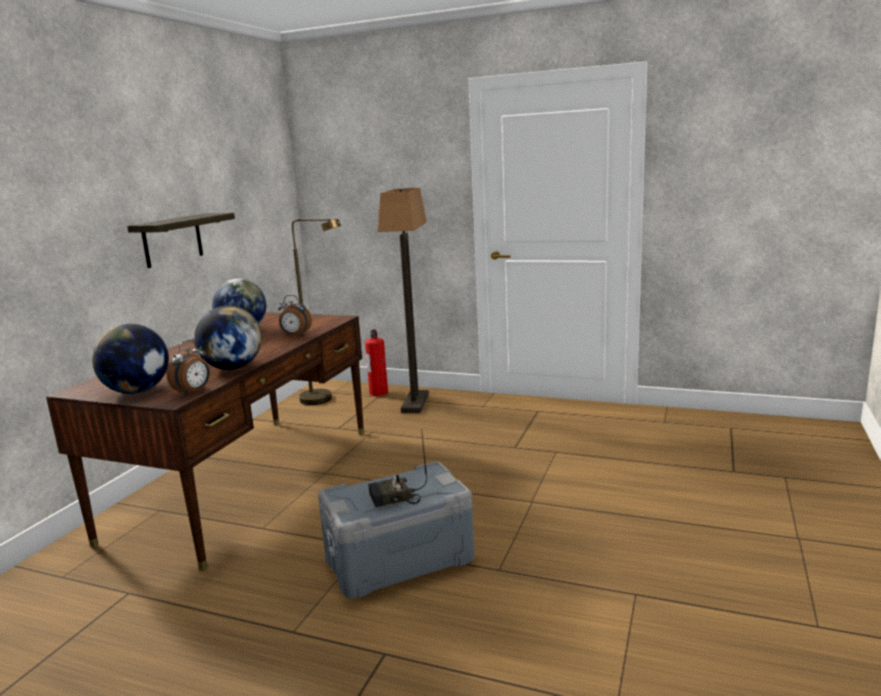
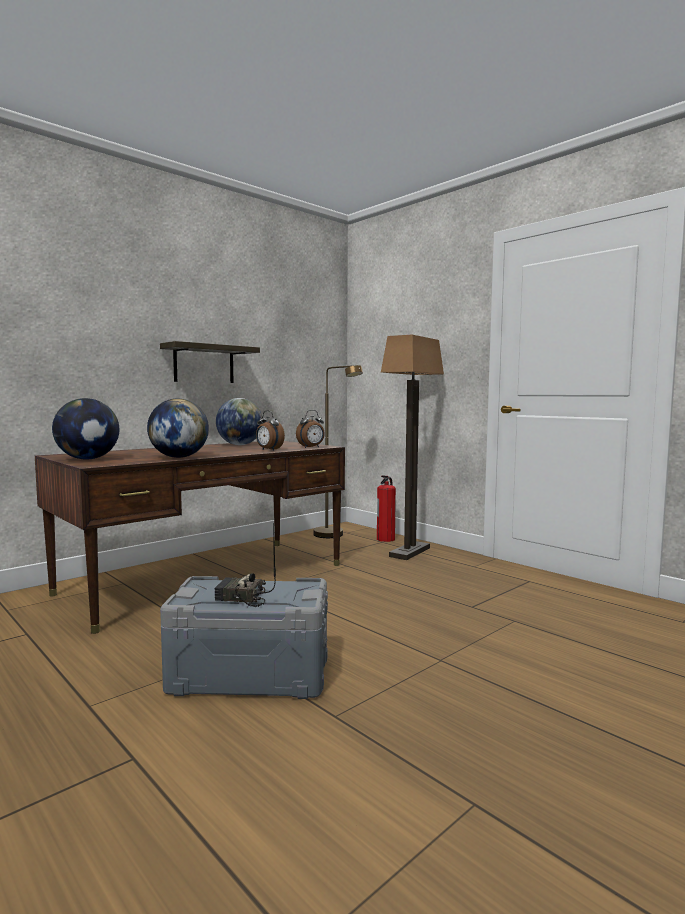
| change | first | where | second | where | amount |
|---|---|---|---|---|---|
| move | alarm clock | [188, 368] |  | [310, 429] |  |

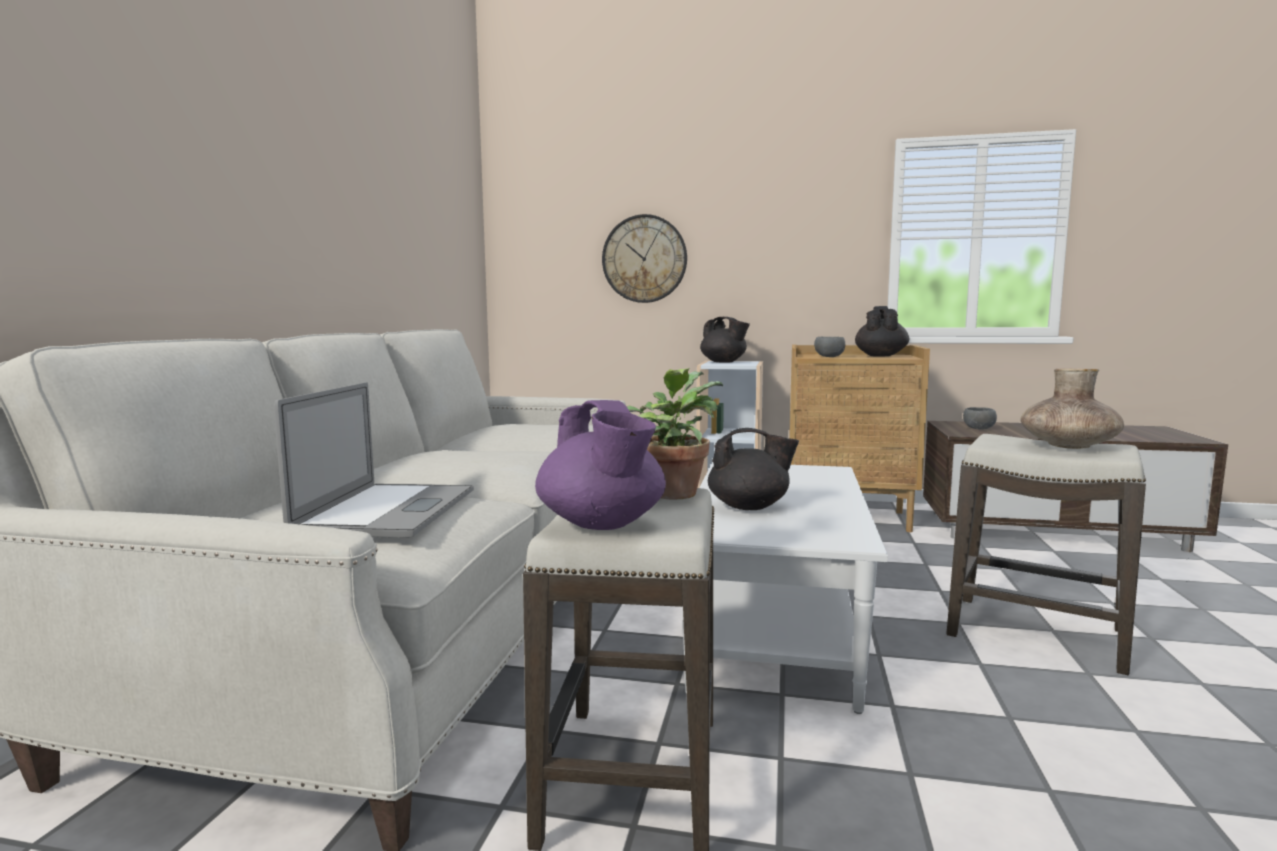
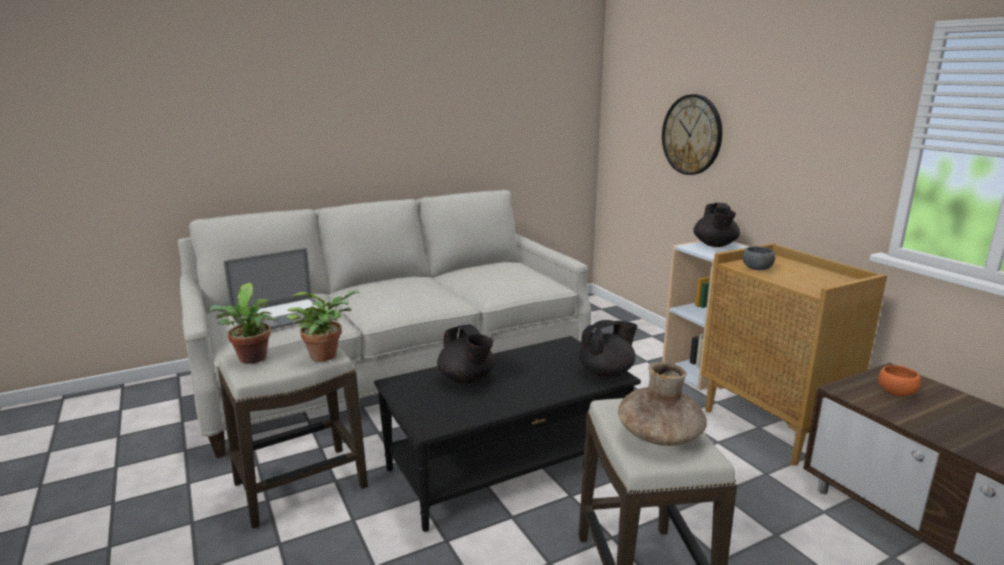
| change | first | where | second | where | amount |
|---|---|---|---|---|---|
| move | black teapot | [882, 331] |  | [607, 348] |  |
| replace | purple teapot | [600, 465] | potted plant | [242, 323] |  |
| recolor | white coffee table | [785, 588] | black coffee table | [507, 434] |  |
| recolor | grey bowl | [980, 418] | orange bowl | [899, 381] |  |

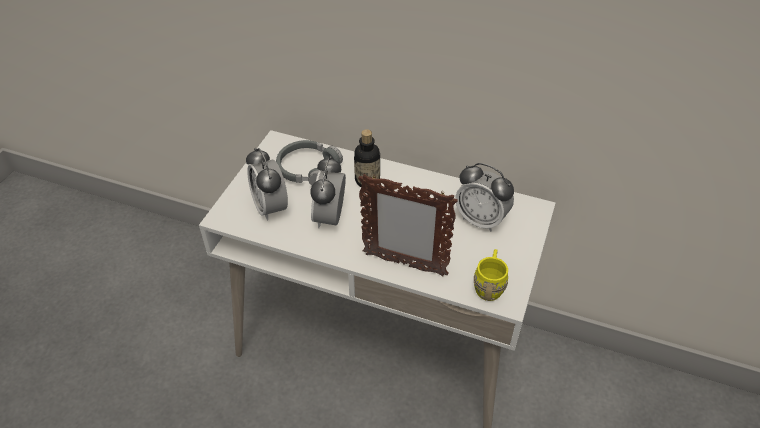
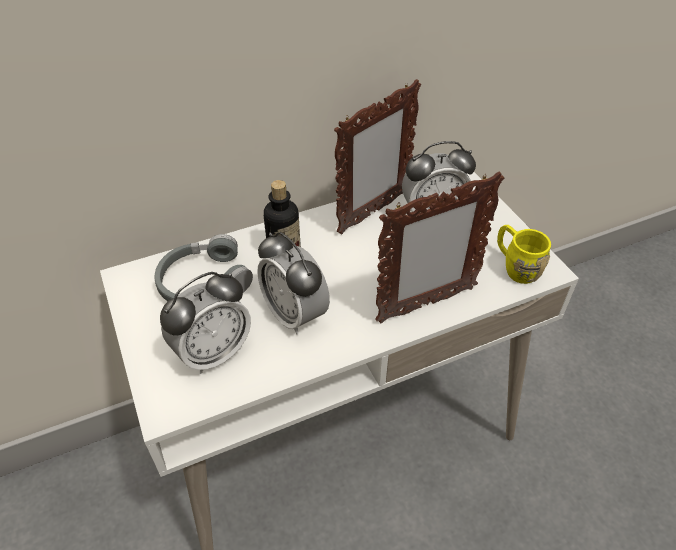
| change | first | where | second | where | amount |
|---|---|---|---|---|---|
| insert |  |  | picture frame | [377, 157] |  |
| rotate | alarm clock | [267, 184] |  | [205, 323] | 60 degrees counterclockwise |

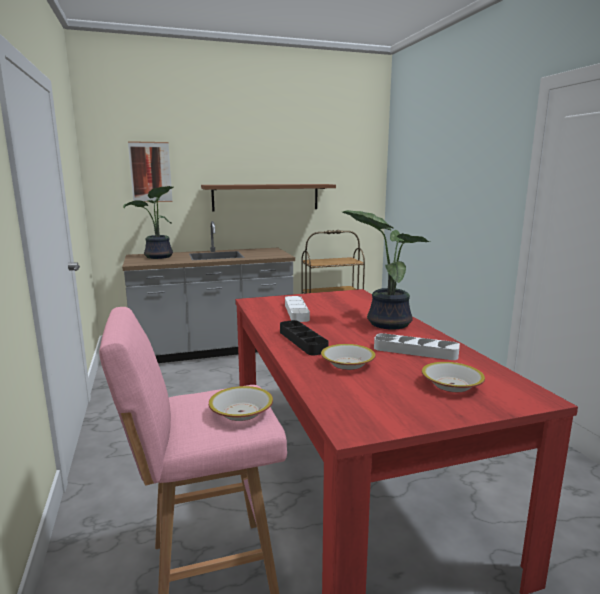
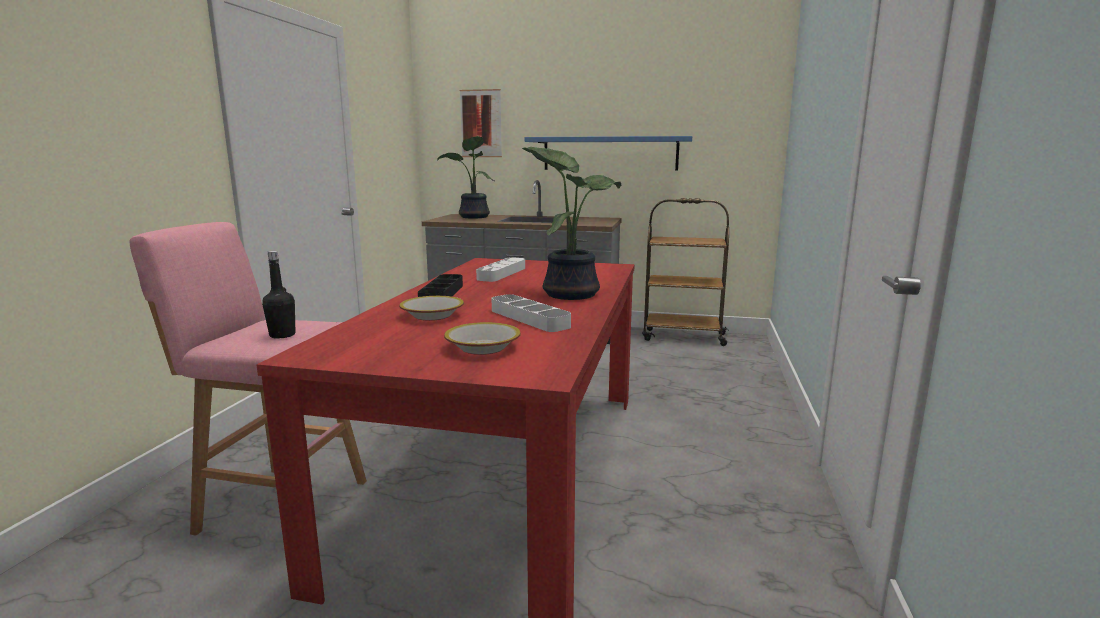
| change | first | where | second | where | amount |
|---|---|---|---|---|---|
| replace | bowl | [241, 403] | black bottle | [278, 295] |  |
| recolor | brown shelf | [268, 198] | blue shelf | [608, 153] |  |

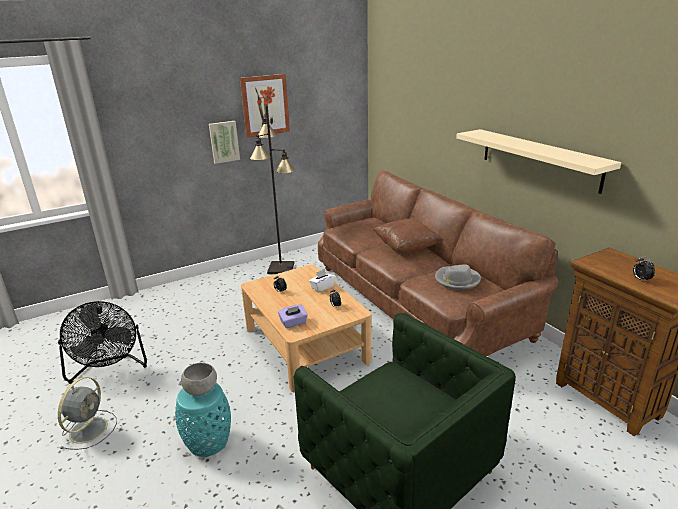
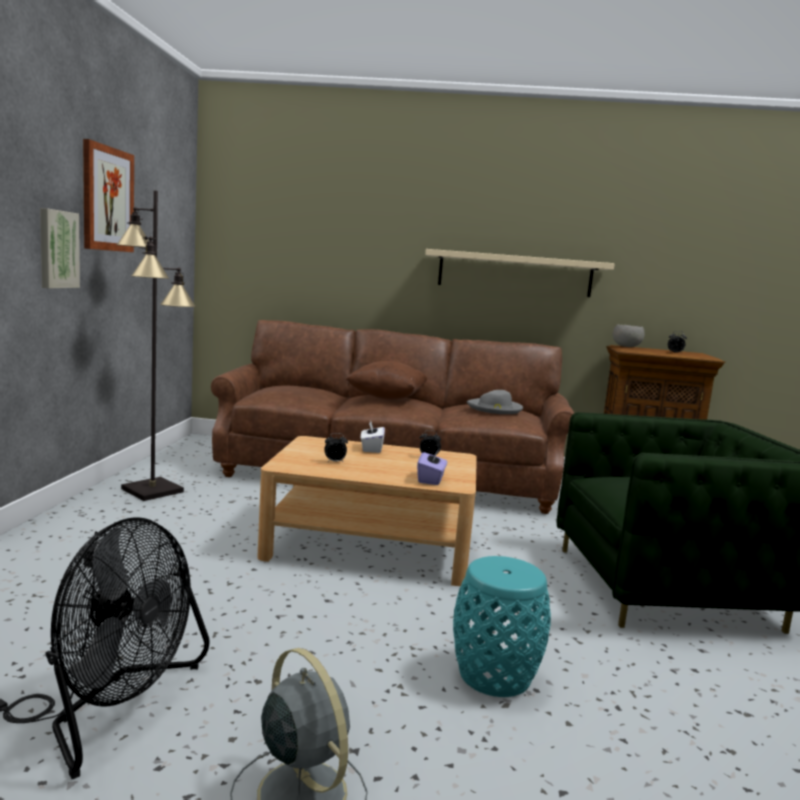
| change | first | where | second | where | amount |
|---|---|---|---|---|---|
| move | grey bowl | [199, 379] |  | [629, 335] |  |

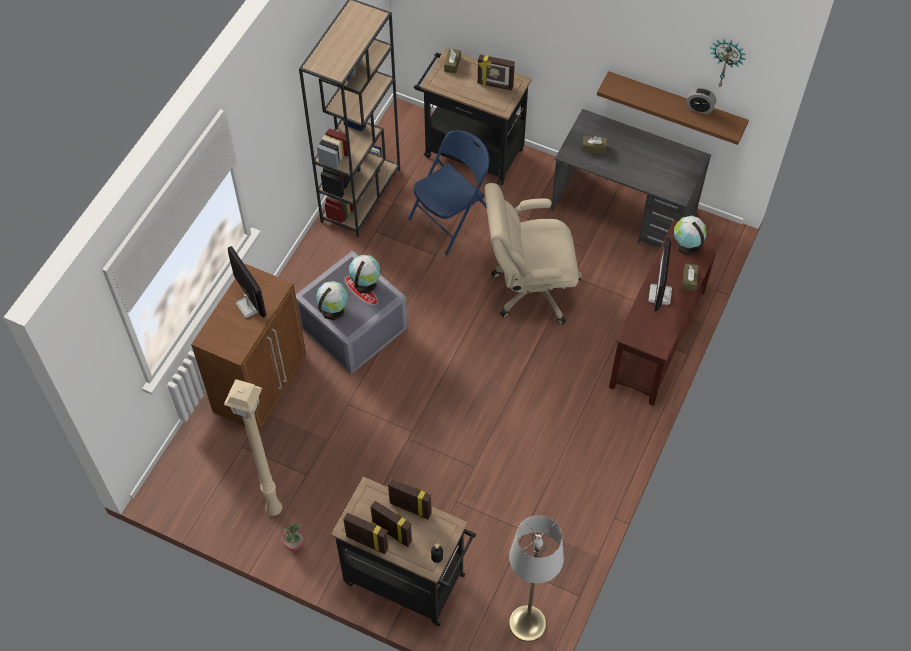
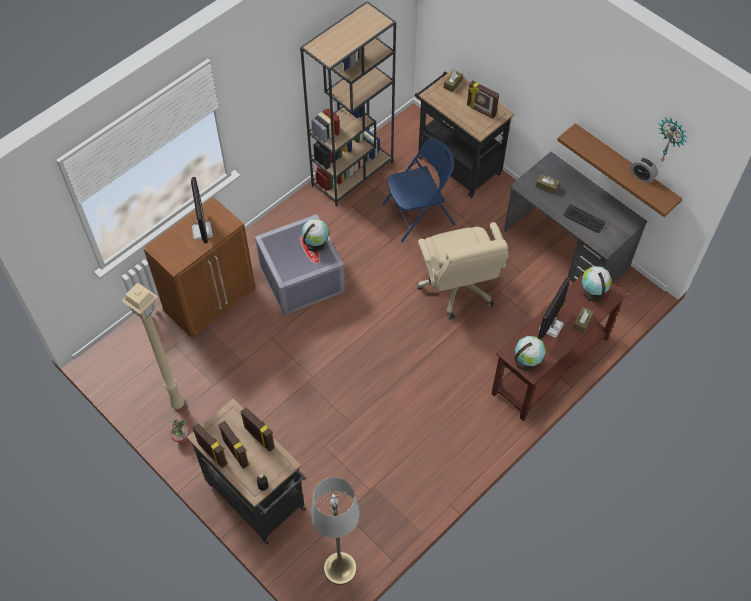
| change | first | where | second | where | amount |
|---|---|---|---|---|---|
| insert |  |  | keyboard | [585, 218] |  |
| move | globe | [332, 300] |  | [530, 354] |  |
| rotate | beige office chair | [533, 254] |  | [463, 271] | 120 degrees counterclockwise |

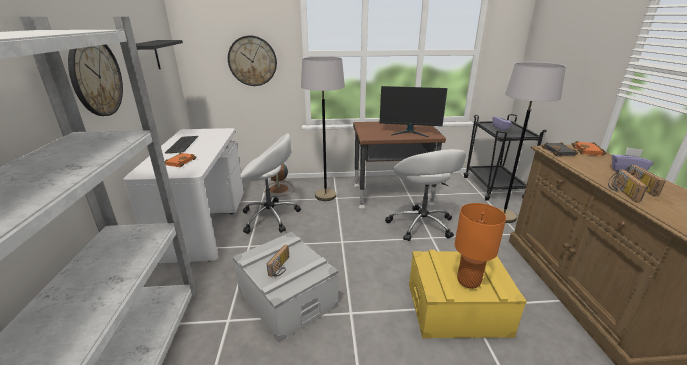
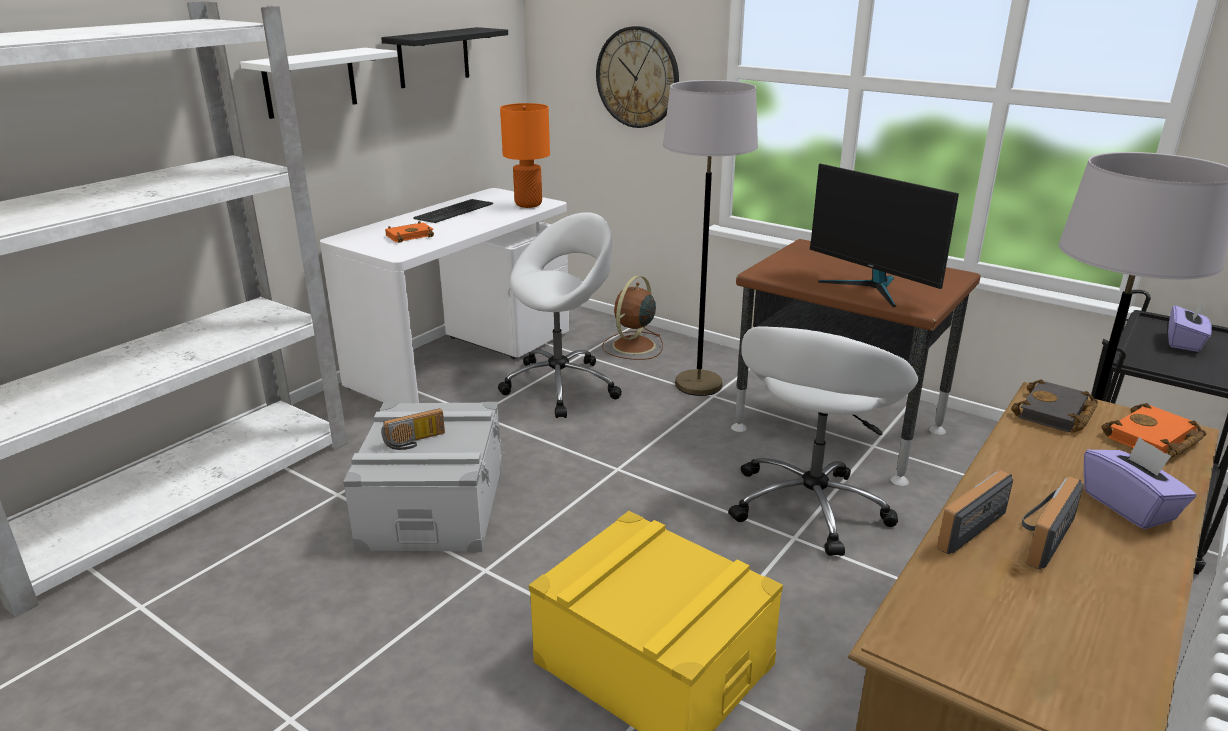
| change | first | where | second | where | amount |
|---|---|---|---|---|---|
| move | orange table lamp | [480, 246] |  | [525, 155] |  |
| replace | wall clock | [95, 80] | white shelf | [318, 83] |  |
| rotate | white office chair | [270, 183] |  | [560, 315] | 75 degrees counterclockwise |

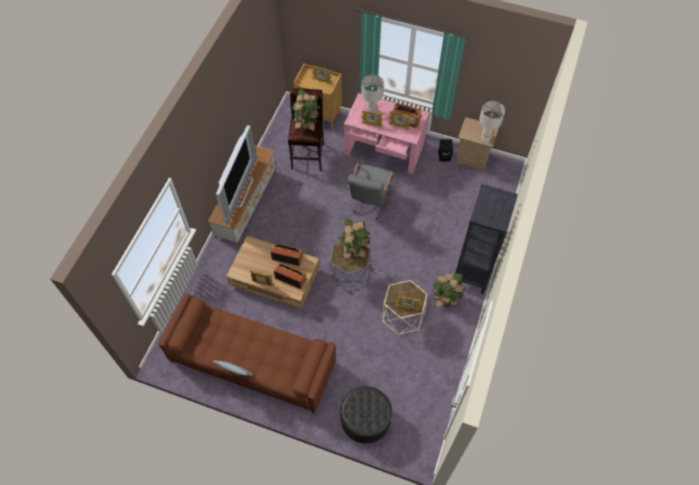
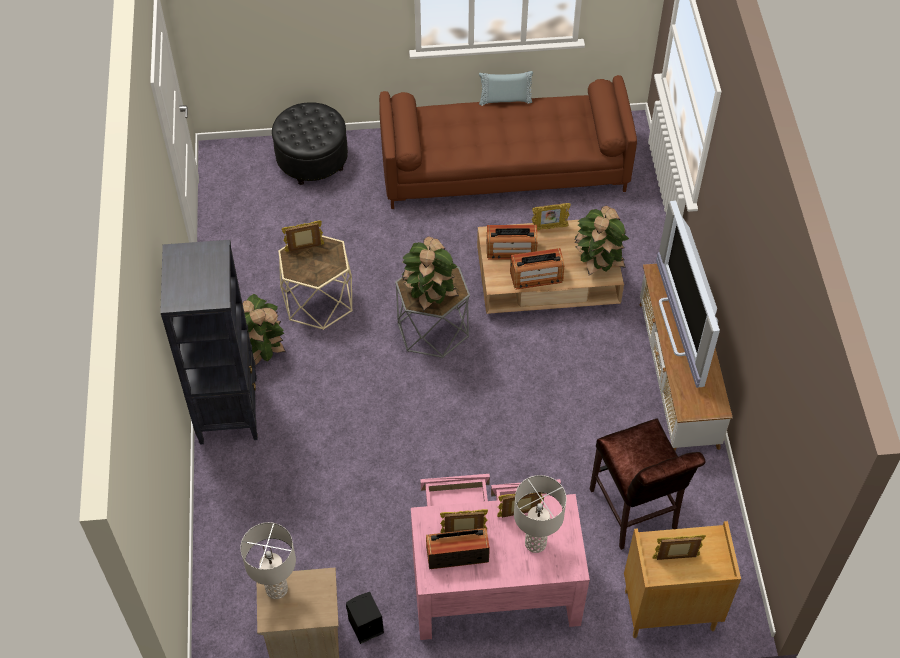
| change | first | where | second | where | amount |
|---|---|---|---|---|---|
| delete | grey office chair | [370, 191] |  |  |  |
| move | potted plant | [306, 110] |  | [601, 240] |  |

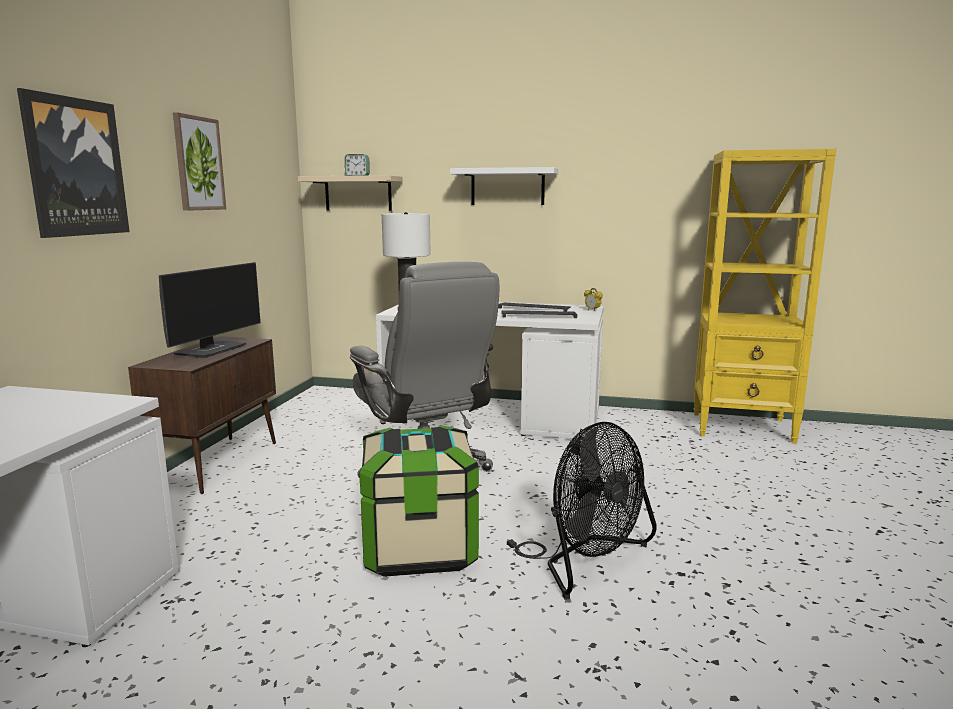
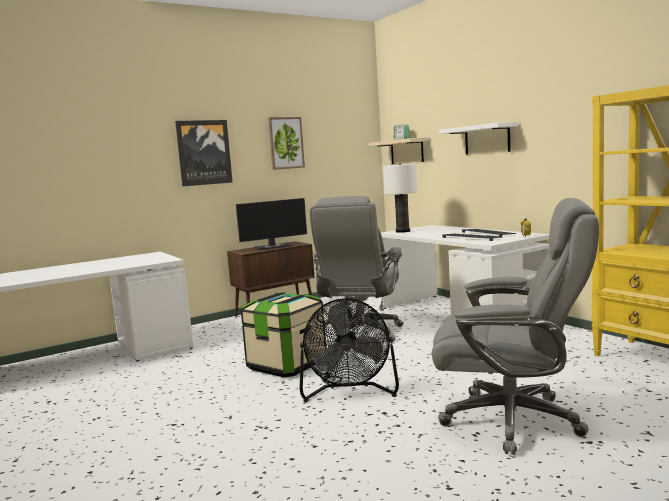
| change | first | where | second | where | amount |
|---|---|---|---|---|---|
| insert |  |  | grey office chair | [515, 326] |  |

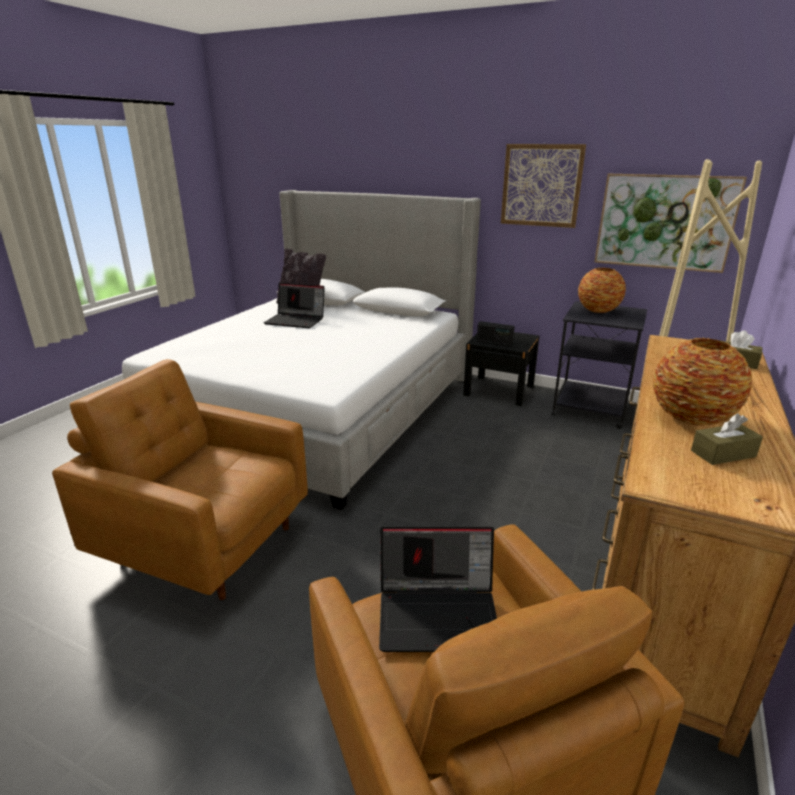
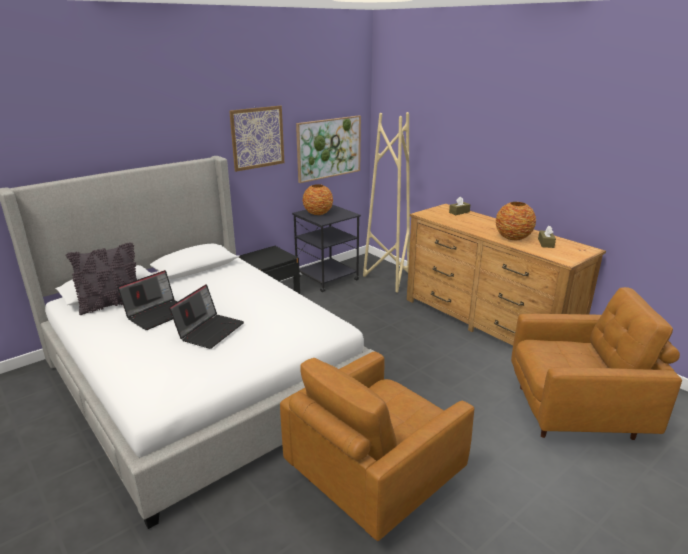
| change | first | where | second | where | amount |
|---|---|---|---|---|---|
| delete | radio | [496, 333] |  |  |  |
| move | laptop | [438, 589] |  | [206, 316] |  |

